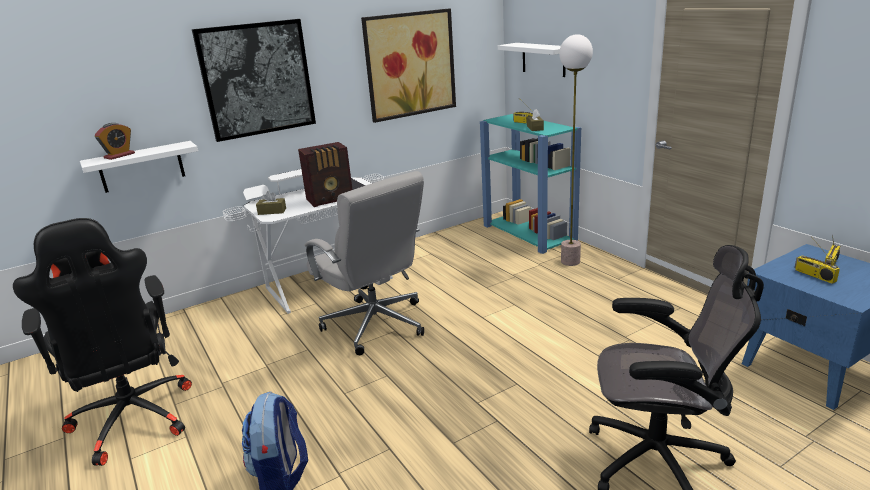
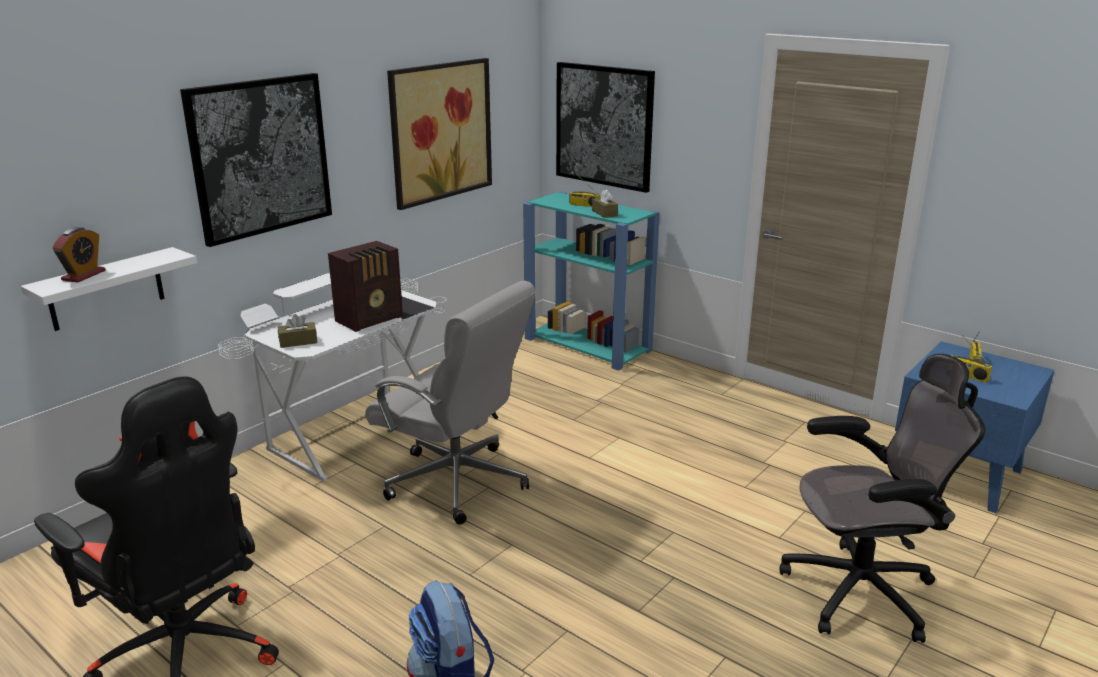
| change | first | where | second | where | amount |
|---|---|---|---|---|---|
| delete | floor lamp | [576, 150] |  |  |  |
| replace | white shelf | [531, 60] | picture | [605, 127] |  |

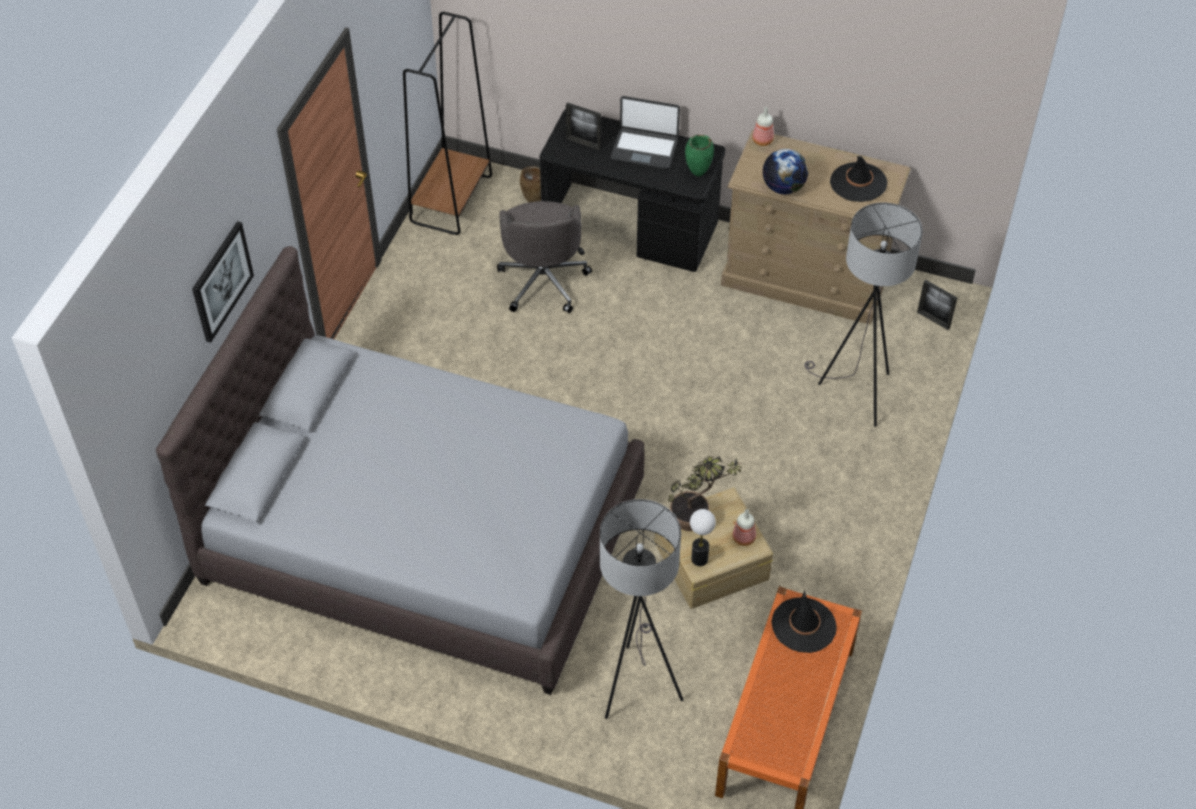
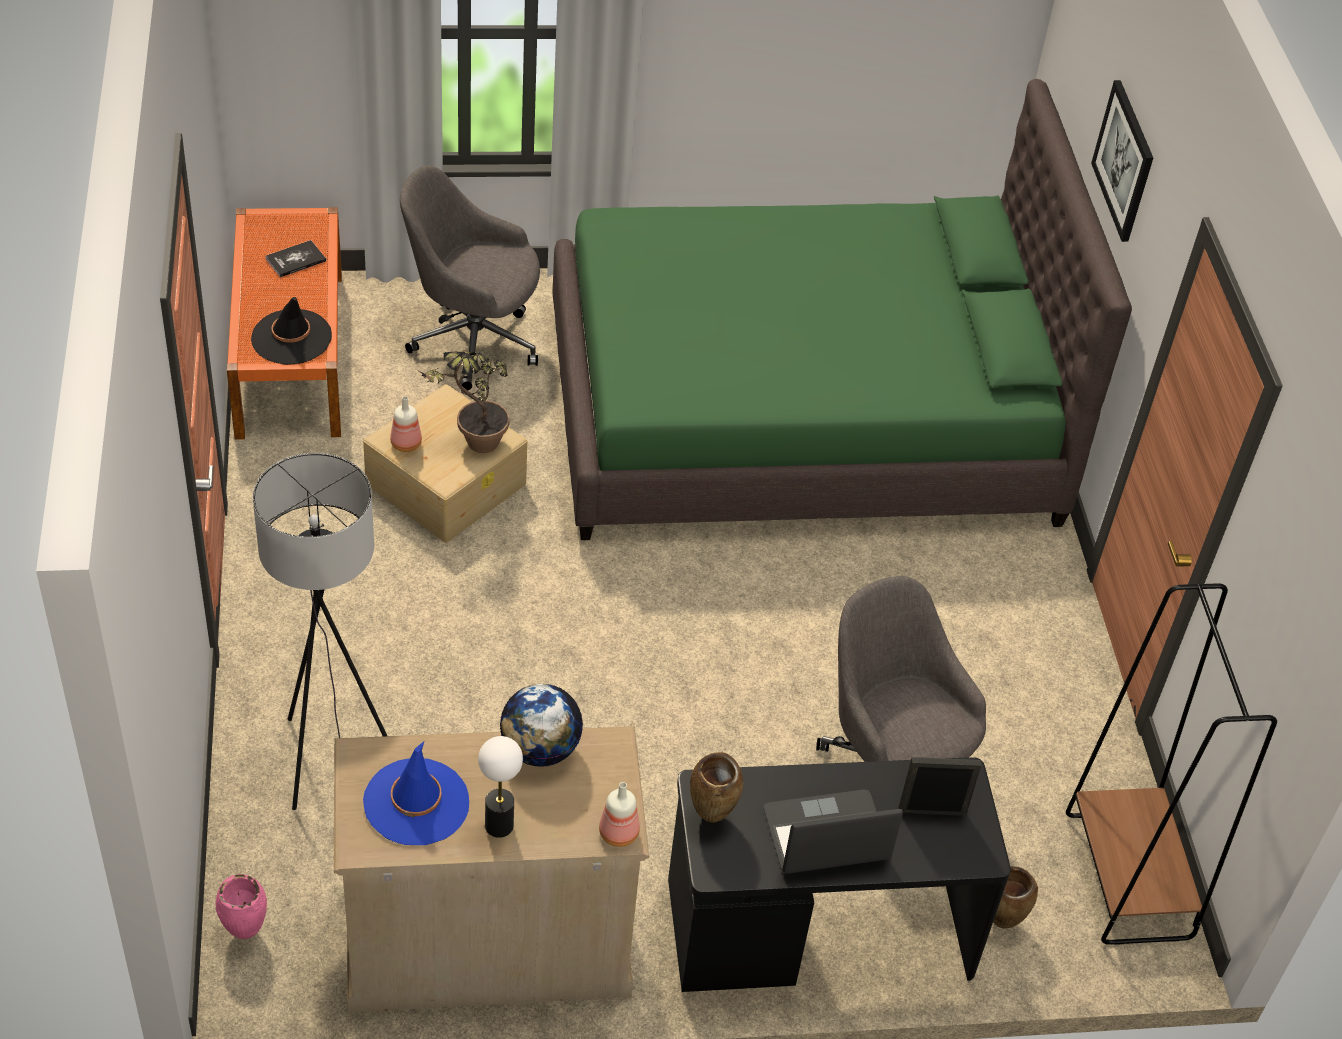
| change | first | where | second | where | amount |
|---|---|---|---|---|---|
| insert |  |  | book | [295, 258] |  |
| move | table lamp | [703, 537] |  | [500, 787] |  |
| replace | grey floor lamp | [641, 609] | grey office chair | [470, 278] |  |
| replace | picture frame | [937, 305] | pink vase | [241, 906] |  |
| recolor | grey bed | [400, 470] | green bed | [842, 309] |  |
| recolor | green vase | [699, 156] | brown vase | [716, 787] |  |
| recolor | black hat | [858, 179] | blue hat | [416, 793] |  |

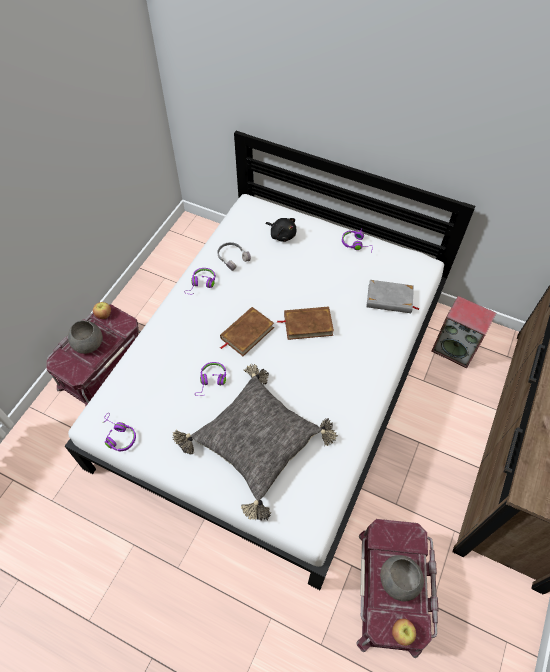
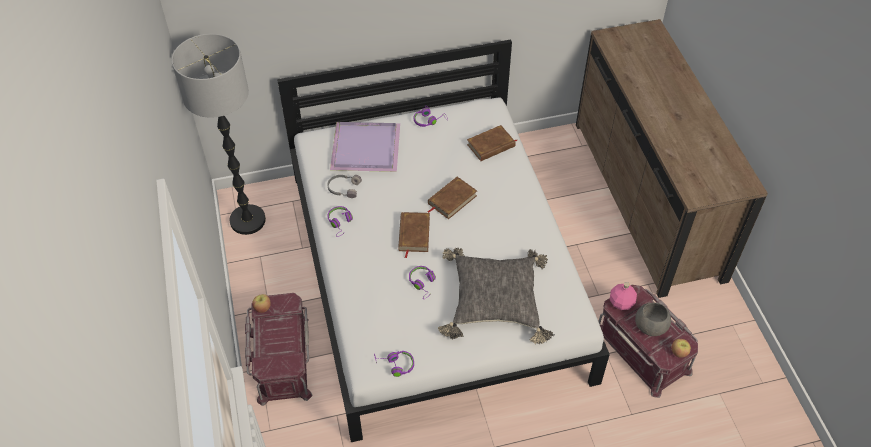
| change | first | where | second | where | amount |
|---|---|---|---|---|---|
| delete | grey bowl | [85, 337] |  |  |  |
| delete | speaker | [464, 332] |  |  |  |
| insert |  |  | floor lamp | [218, 134] |  |
| insert |  |  | pink bottle | [623, 296] |  |
| replace | black plush toy | [281, 230] | purple tray | [365, 147] |  |
| recolor | grey book | [393, 296] | brown book | [492, 143] |  |

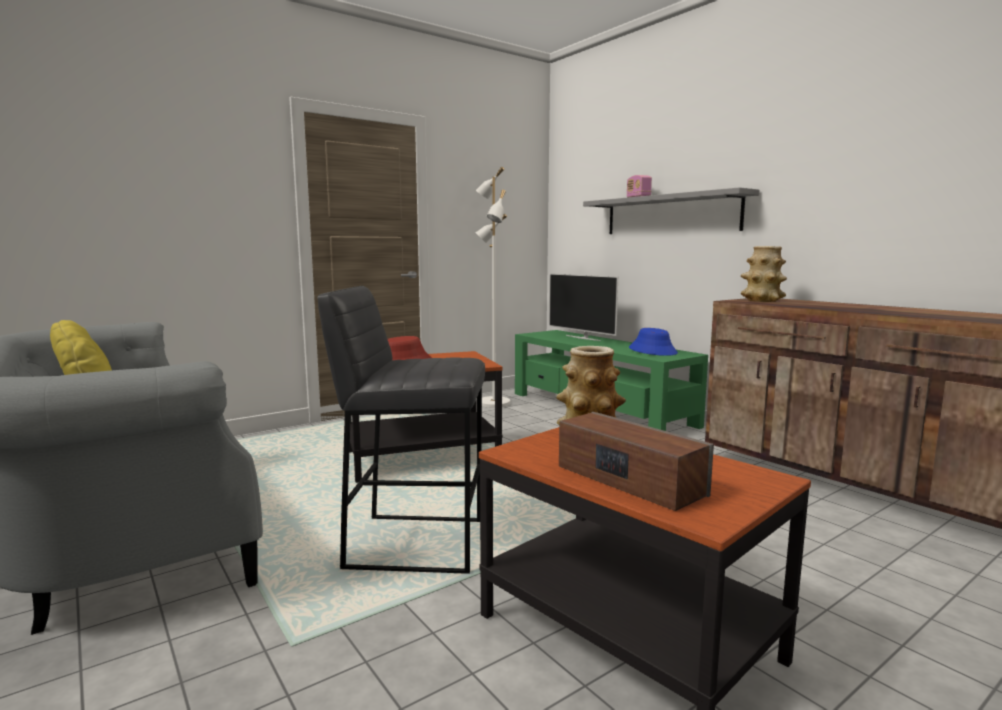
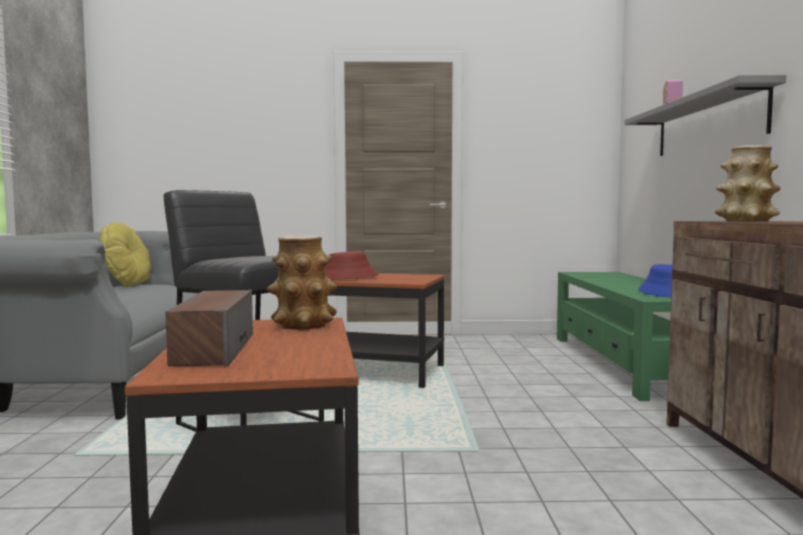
| change | first | where | second | where | amount |
|---|---|---|---|---|---|
| delete | white floor lamp | [493, 287] |  |  |  |
| delete | television | [583, 307] |  |  |  |

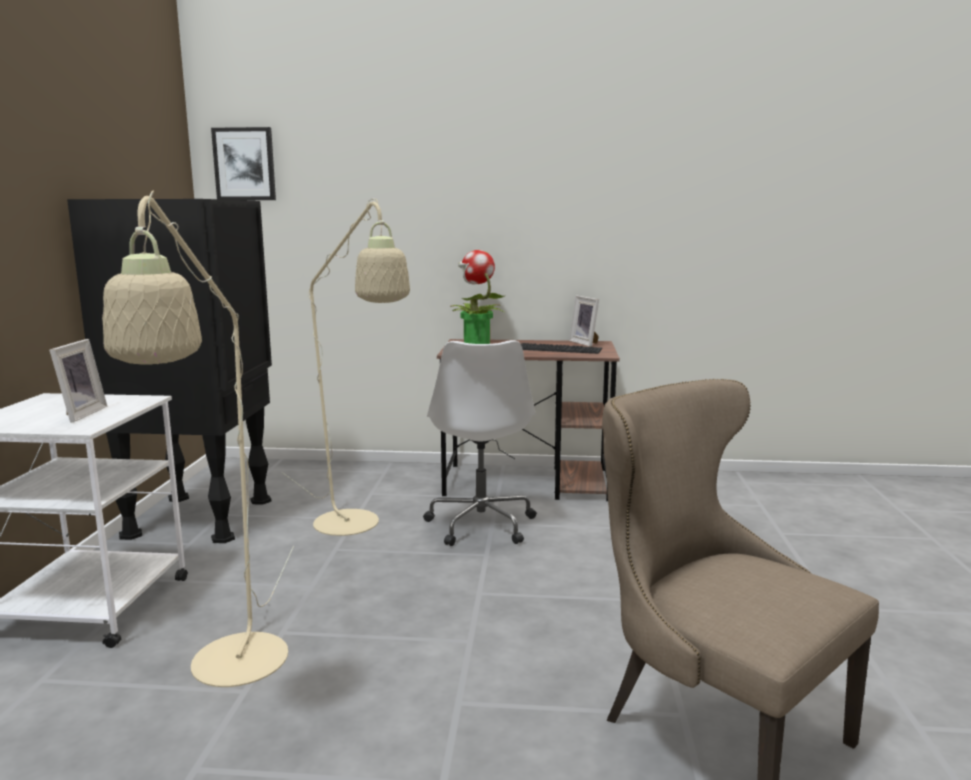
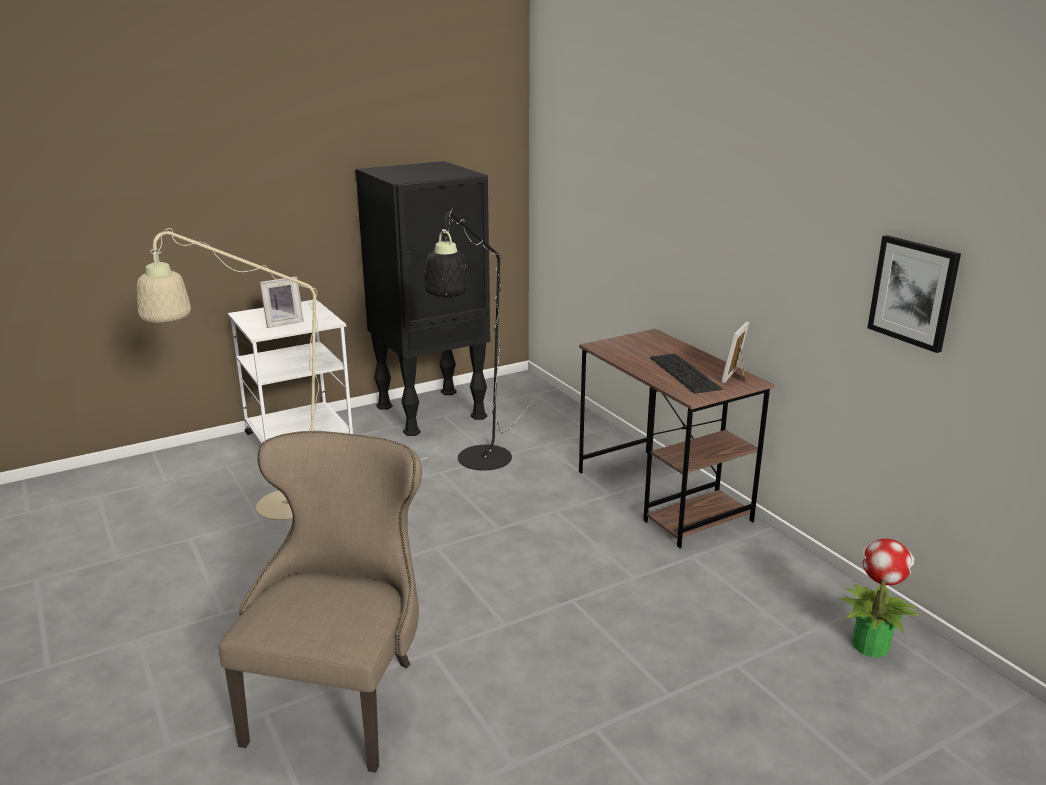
| change | first | where | second | where | amount |
|---|---|---|---|---|---|
| delete | white office chair | [480, 443] |  |  |  |
| move | picture | [243, 163] |  | [914, 294] |  |
| move | potted plant | [478, 297] |  | [879, 598] |  |
| recolor | beige floor lamp | [345, 367] | black floor lamp | [478, 340] |  |

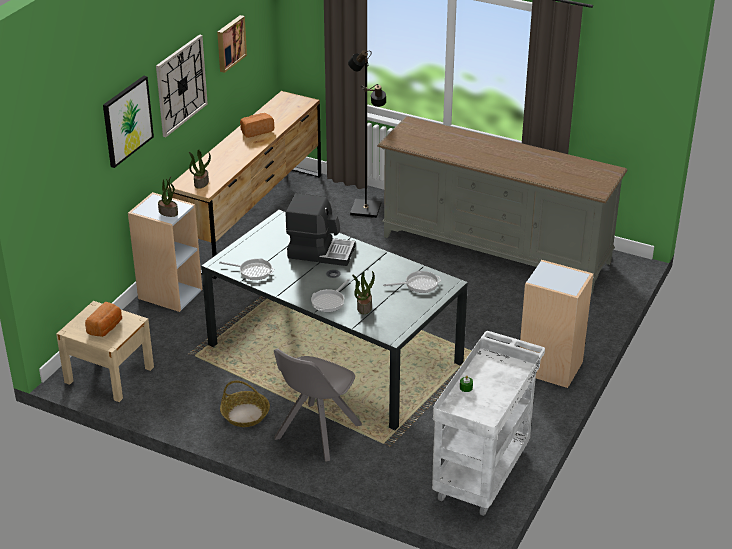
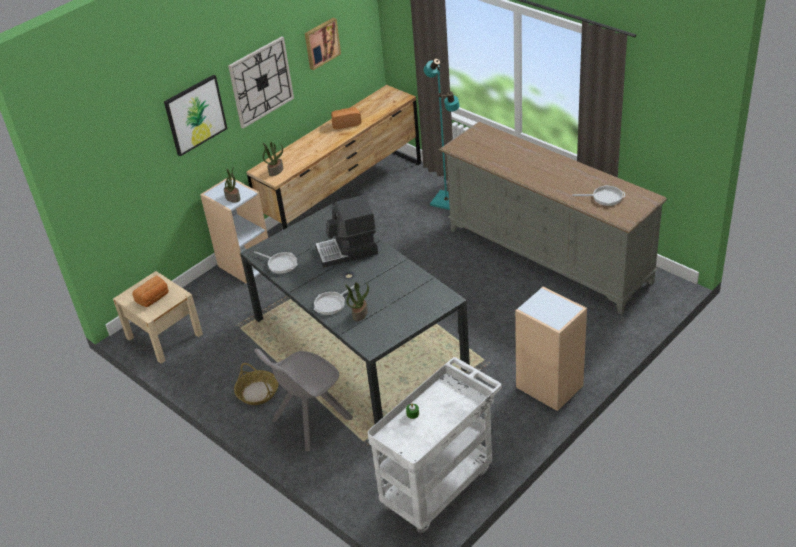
| change | first | where | second | where | amount |
|---|---|---|---|---|---|
| move | frying pan | [412, 281] |  | [598, 195] |  |
| recolor | black floor lamp | [367, 134] | turquoise floor lamp | [442, 134] |  |
| rotate | coffee machine | [320, 229] |  | [346, 231] | 135 degrees clockwise |

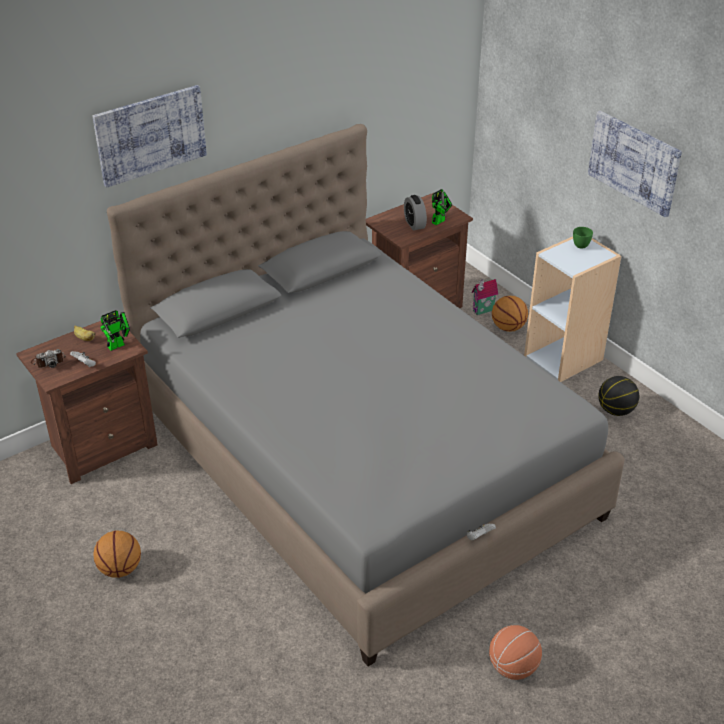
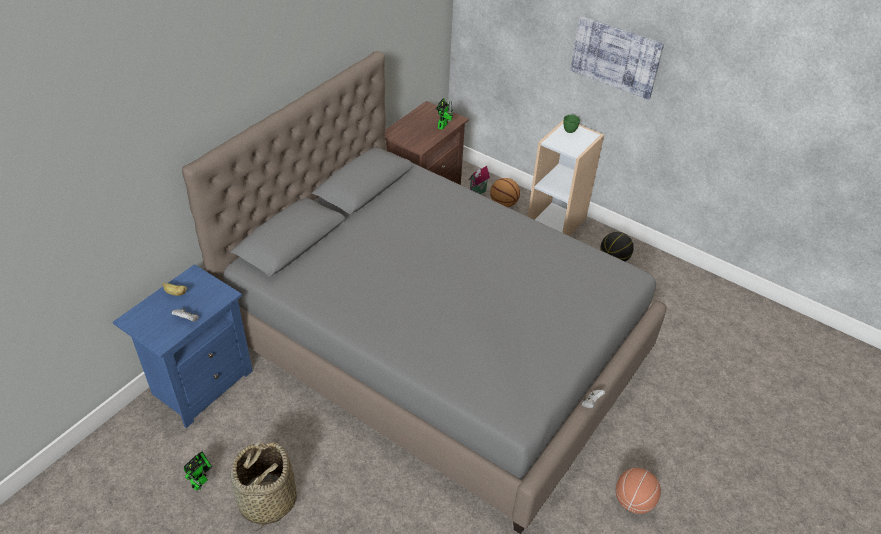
| change | first | where | second | where | amount |
|---|---|---|---|---|---|
| delete | photo camera | [48, 358] |  |  |  |
| delete | picture | [149, 136] |  |  |  |
| delete | alarm clock | [415, 212] |  |  |  |
| move | toy robot | [115, 330] |  | [198, 471] |  |
| replace | basketball | [117, 554] | basket | [263, 486] |  |
| recolor | brown nightstand | [87, 402] | blue nightstand | [183, 346] |  |

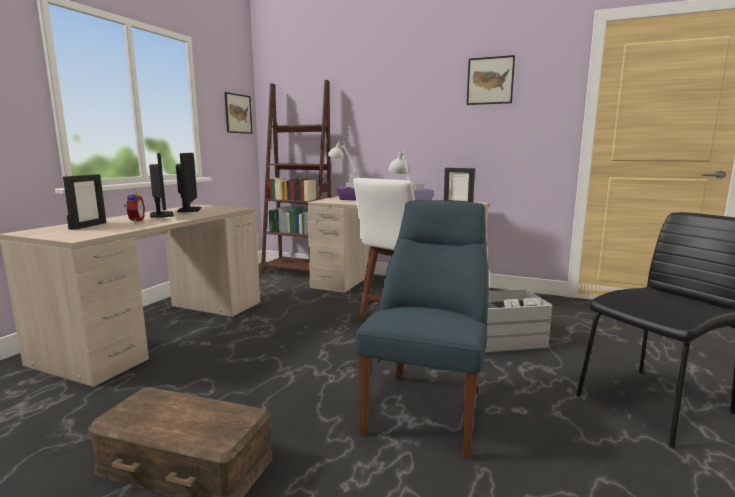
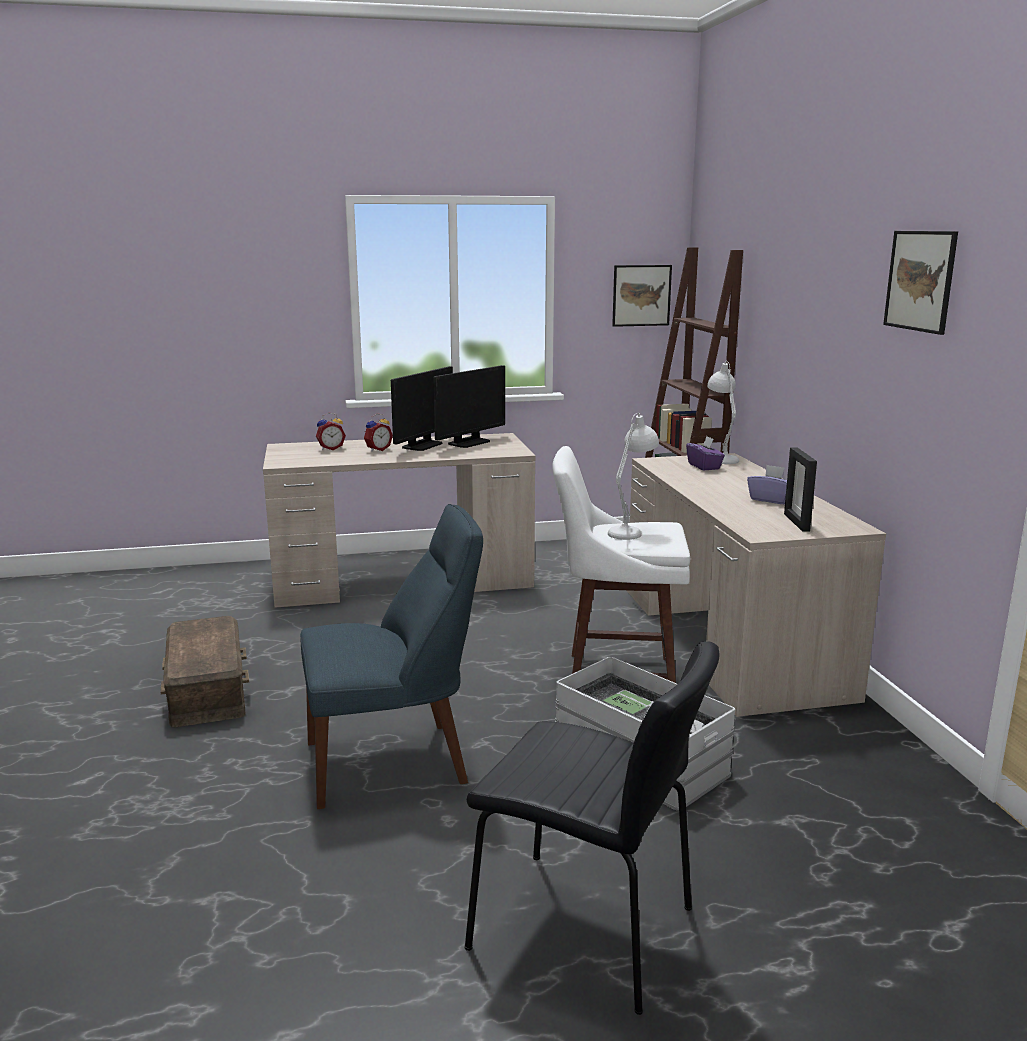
| change | first | where | second | where | amount |
|---|---|---|---|---|---|
| replace | picture frame | [84, 202] | alarm clock | [331, 431] |  |

